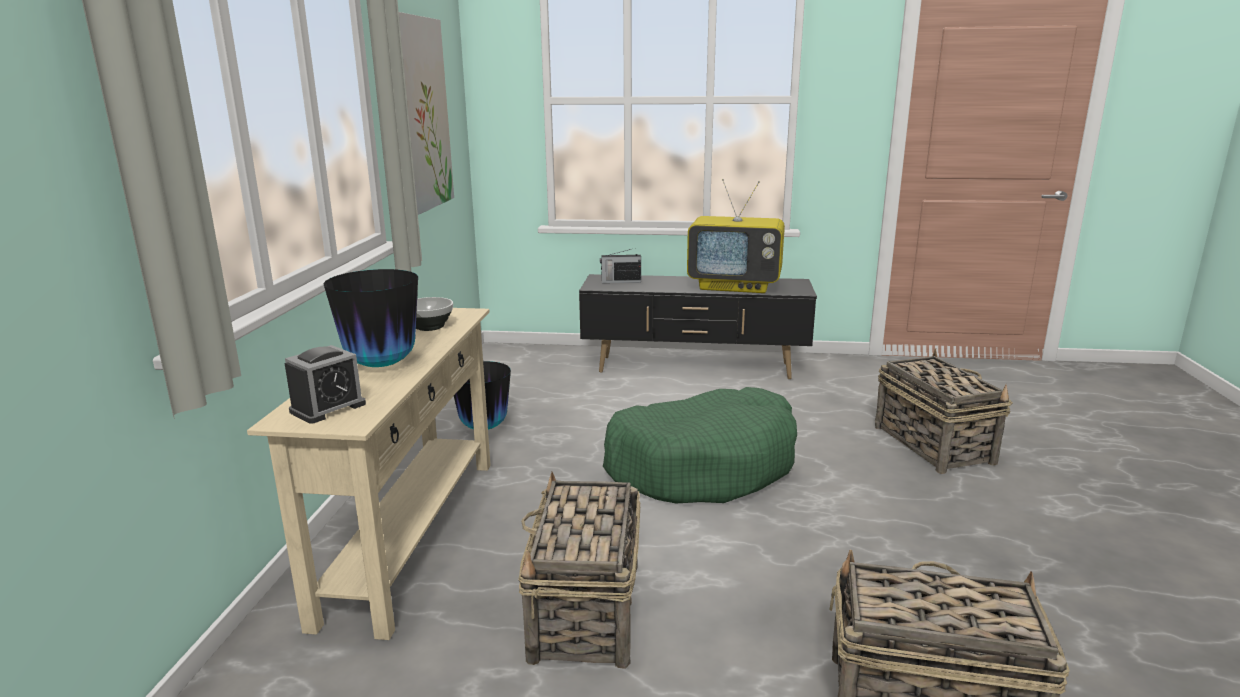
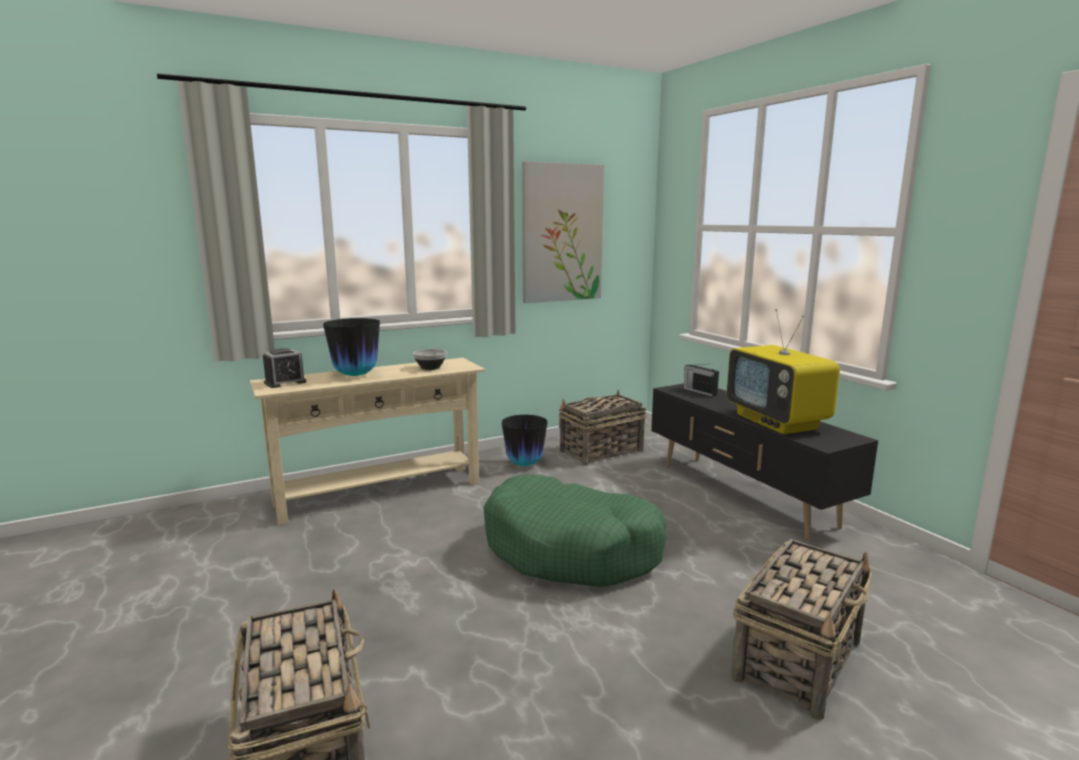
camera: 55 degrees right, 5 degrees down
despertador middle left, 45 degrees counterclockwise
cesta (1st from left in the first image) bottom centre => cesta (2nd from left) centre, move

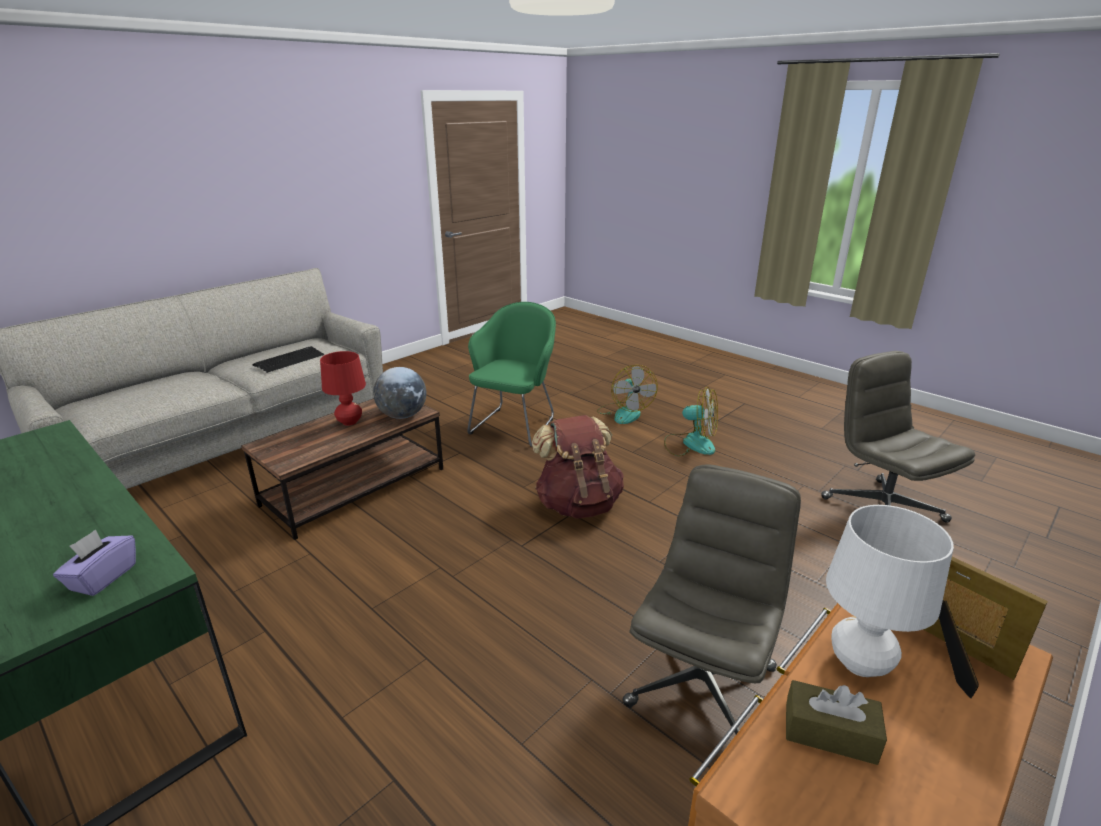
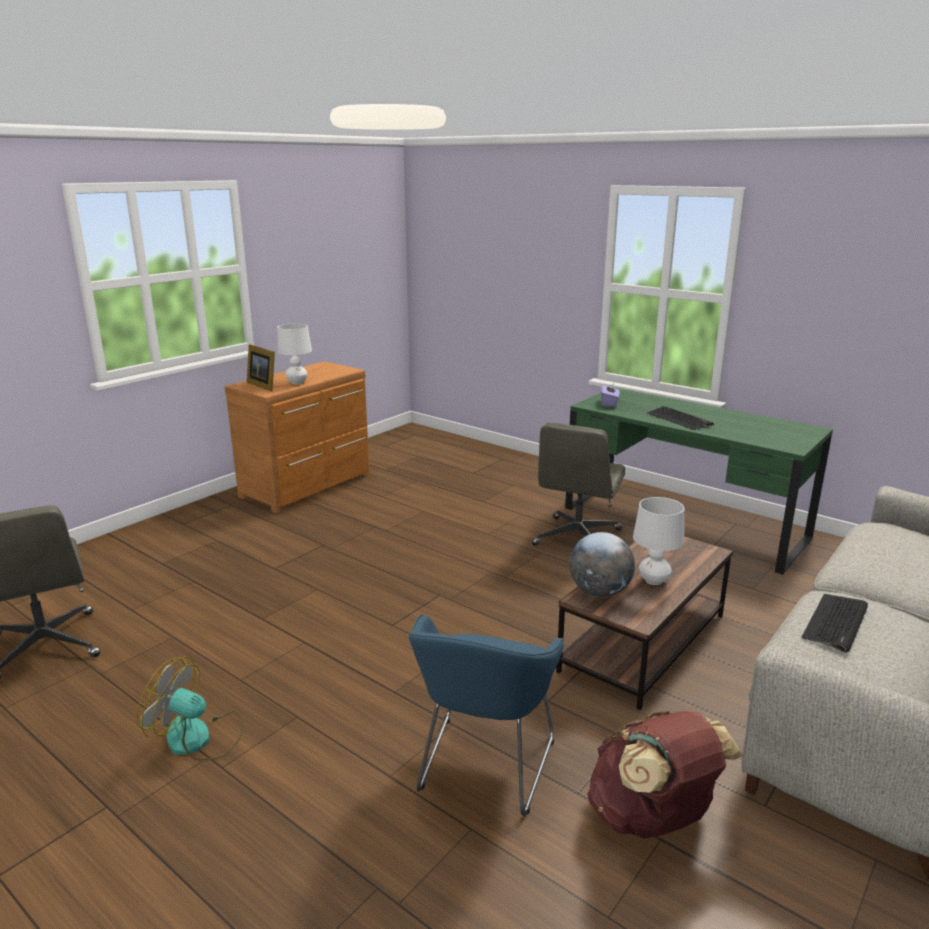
camera: 175 degrees right, 5 degrees down
sillón [verde] centre => sillón [azul] bottom centre
silla de oficina [gris] (1st from left in the first image) bottom centre => silla de oficina [gris] (2nd from left) centre, move
mochila [marrón] centre => mochila [marrón] bottom right, move
lámpara de mesa [rojo] middle left => lámpara de mesa [blanco] (2nd from left) middle right
nothing => teclado (1st from left) middle right
ventilador (1st from left) centre => nothing
caja de pañuelos [marrón] bottom right => nothing

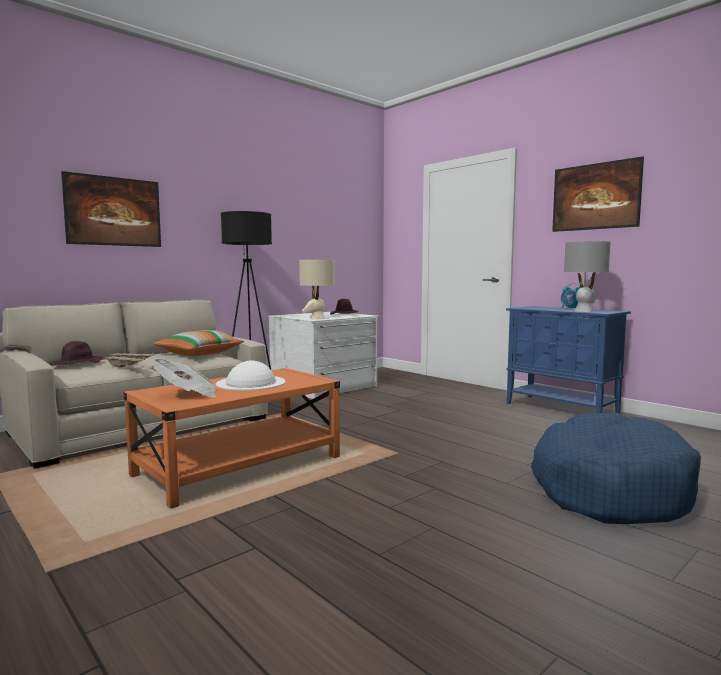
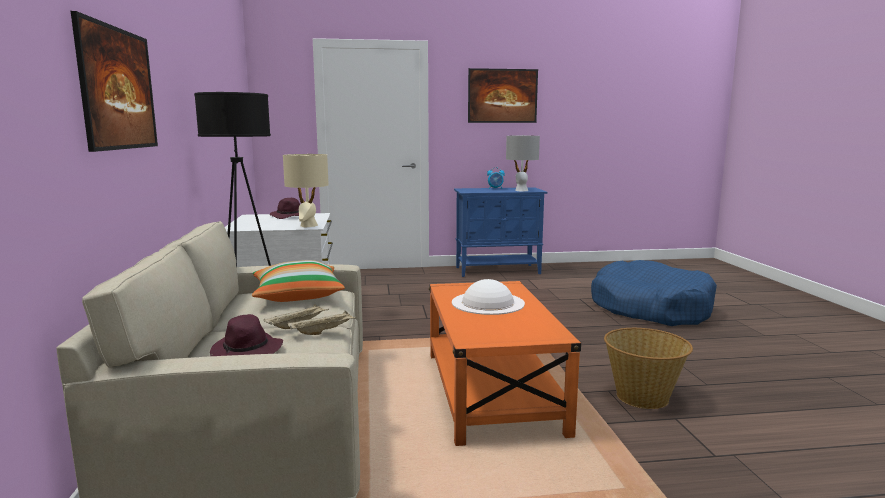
camera: 55 degrees left, 5 degrees up
nothing => cesta bottom right
periódico middle left => nothing

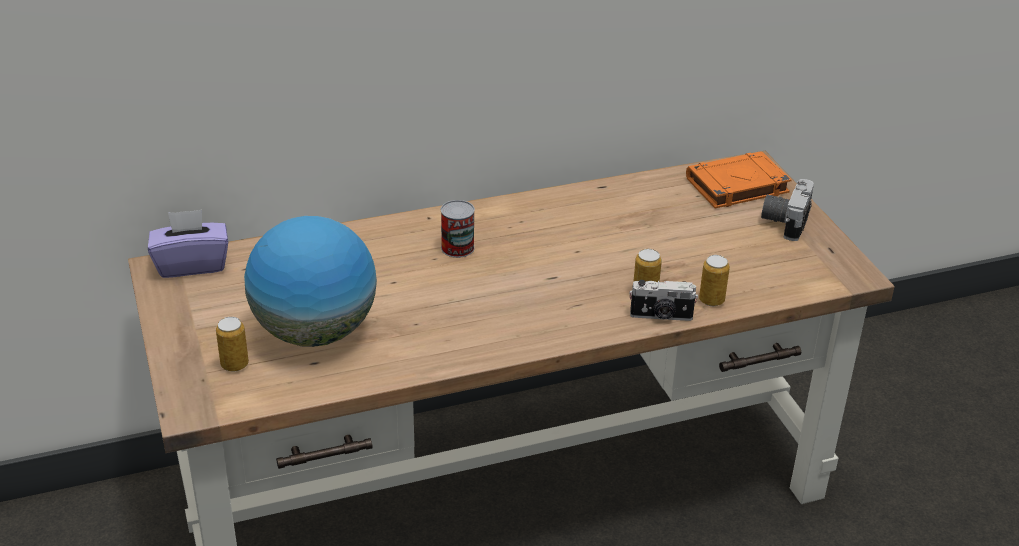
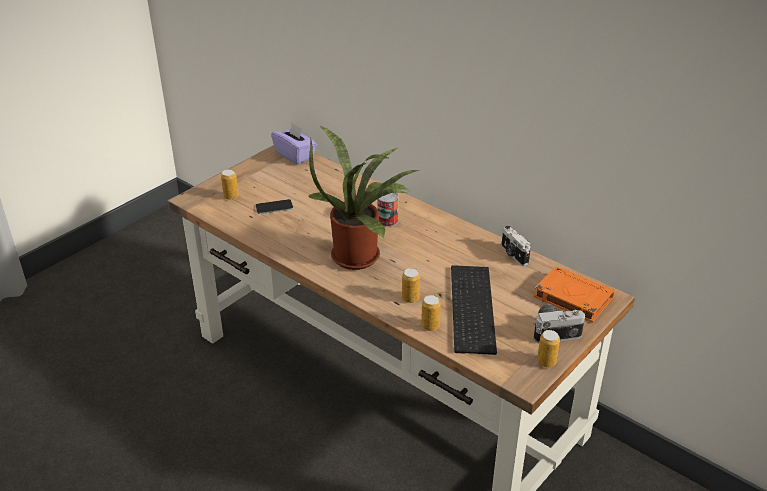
camera: 60 degrees right, 0 degrees up
globo terráqueo middle left => móvil centre
nothing => planta en maceta centre
nothing => teclado centre
cámara (1st from left) centre => cámara (1st from left) middle right, move
nothing => lata (5th from left) bottom right

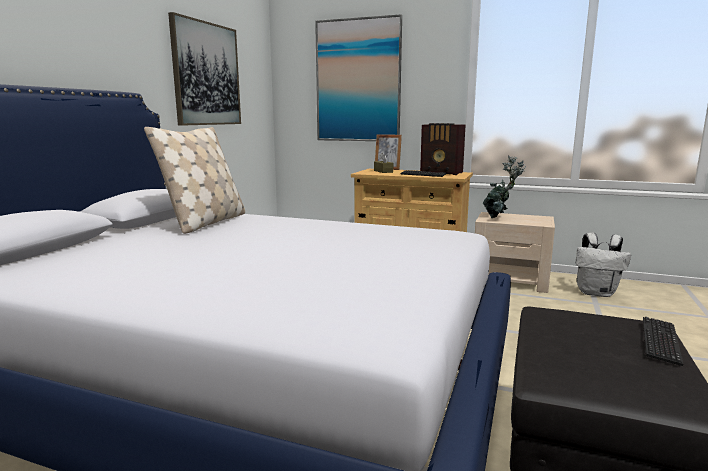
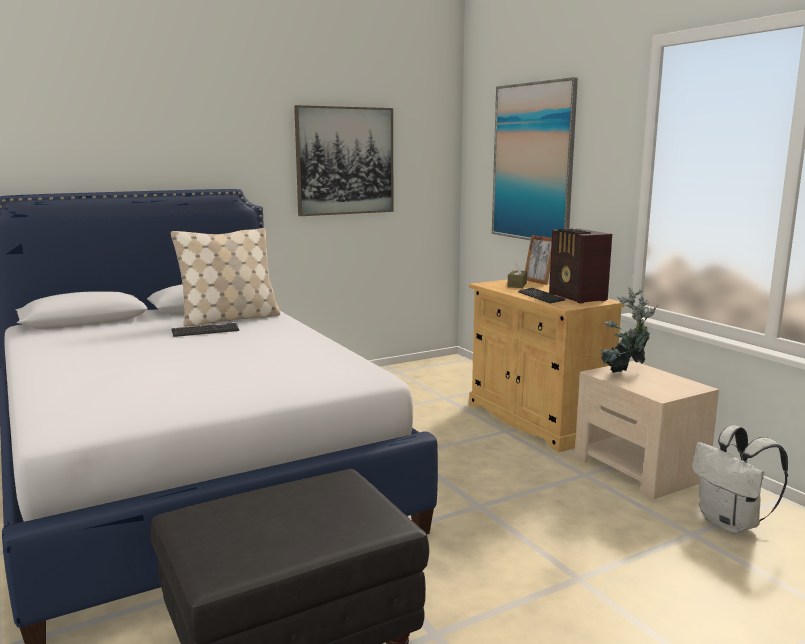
camera: 40 degrees right, 0 degrees up
teclado (2nd from left in the first image) bottom right => teclado (1st from left) middle left, move

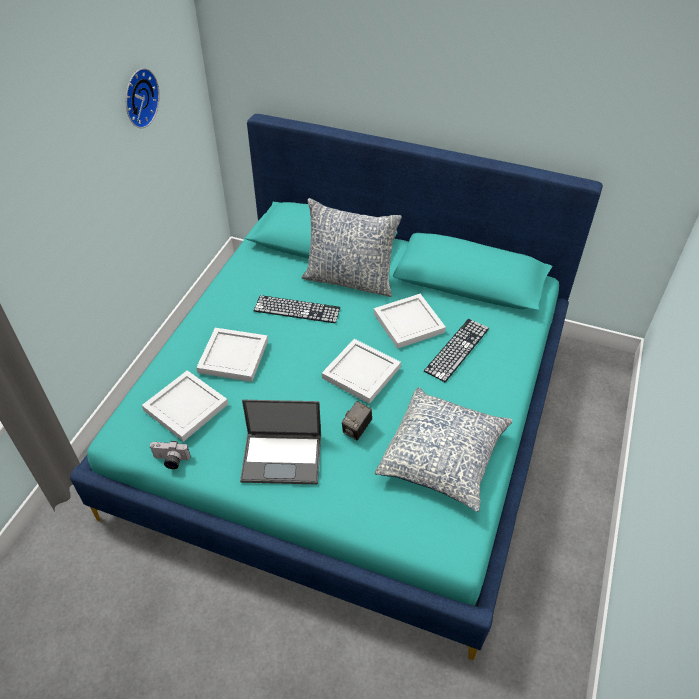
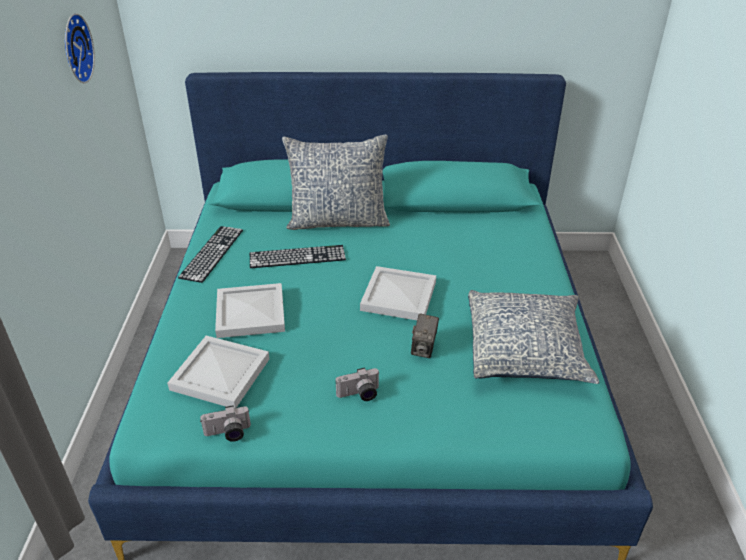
camera: 20 degrees left, 10 degrees down
teclado (2nd from left in the first image) centre => teclado (1st from left) middle left, move
portátil centre => cámara (2nd from left) bottom centre
bandeja [blanco] (4th from left) centre => nothing

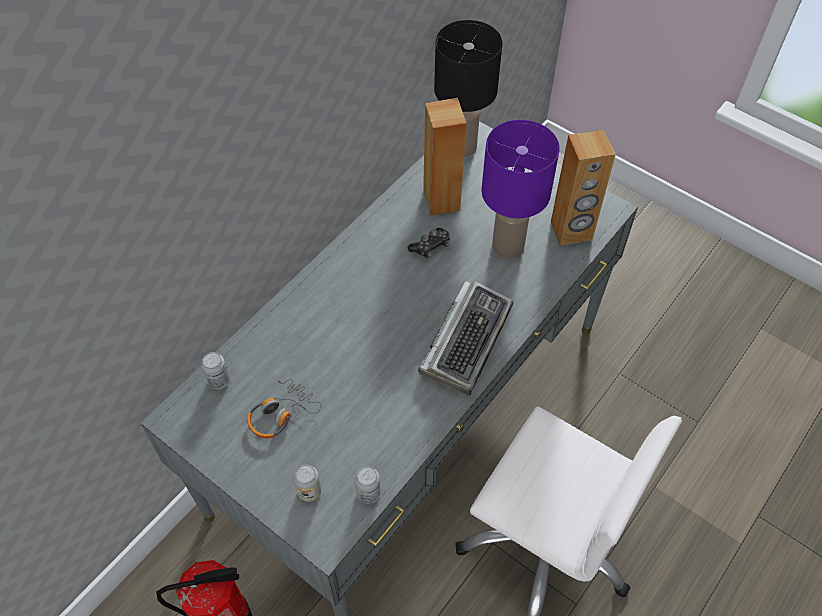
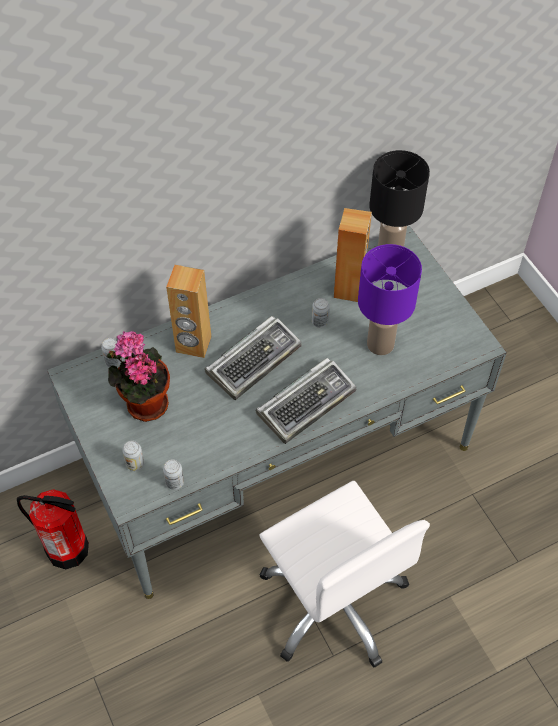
camera: 25 degrees right, 0 degrees up
auriculares centre => planta en maceta middle left
altavoz [marrón] (2nd from left in the first image) top right => altavoz [marrón] (1st from left) centre, move
nothing => teclado (1st from left) centre
mando de consola centre => lata (4th from left) centre

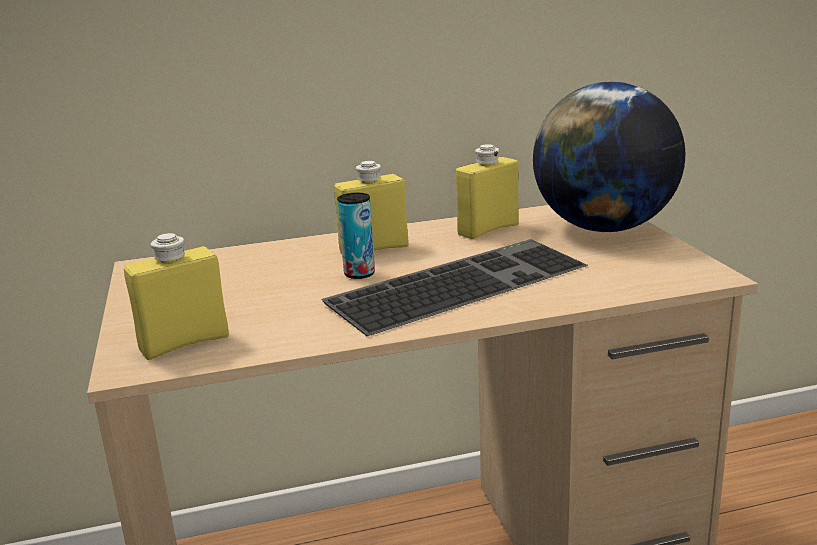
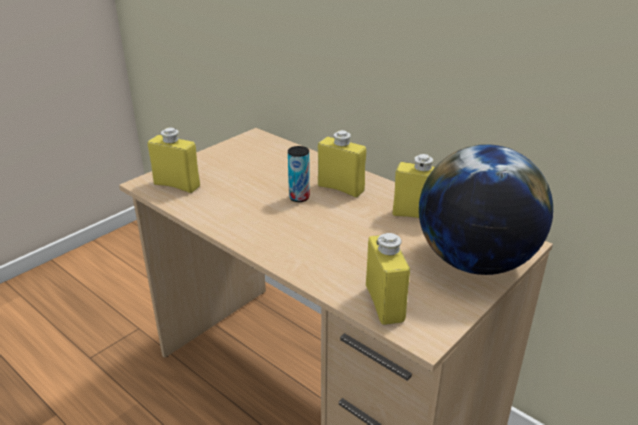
camera: 55 degrees right, 10 degrees up
nothing => botella [amarillo] (3rd from left) centre
teclado centre => nothing

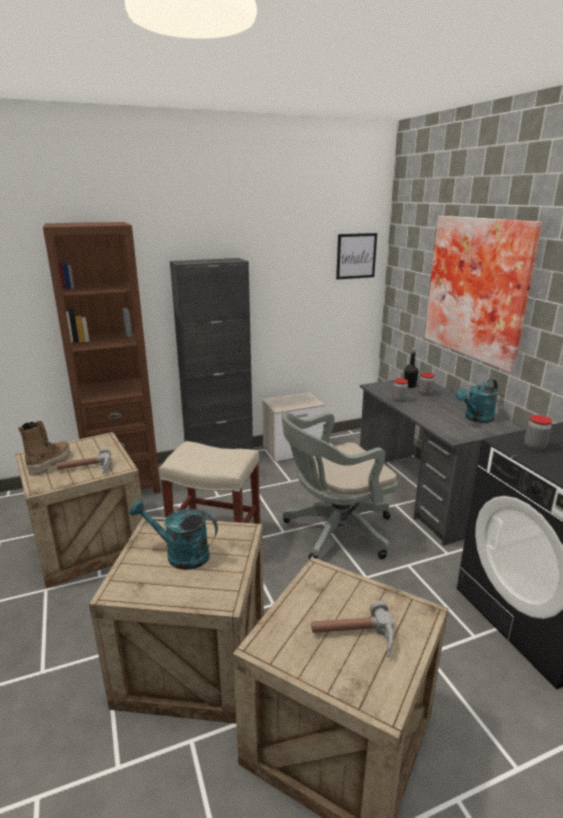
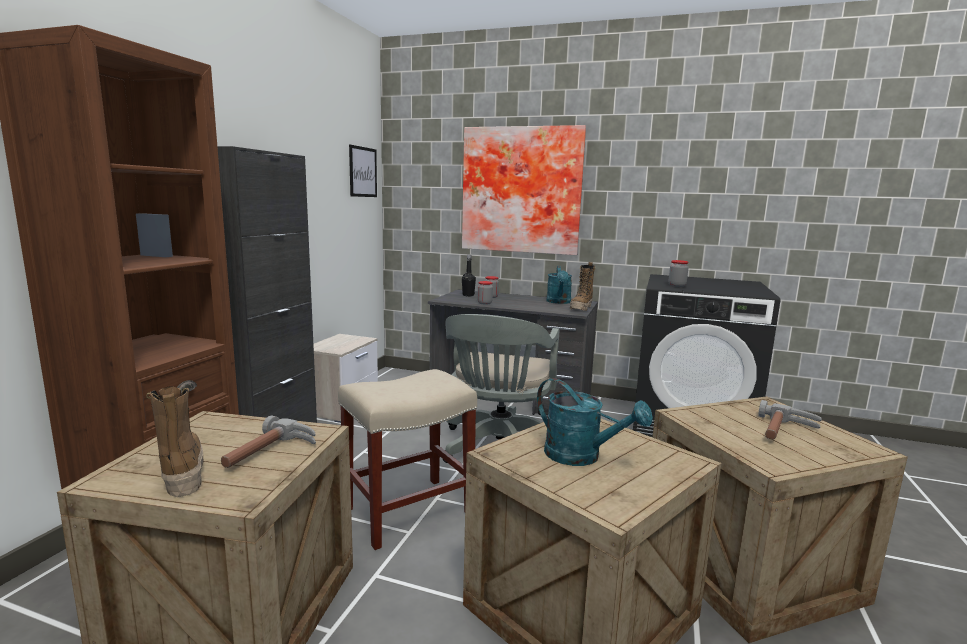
camera: 50 degrees left, 10 degrees down
regadera [turquesa] (1st from left in the first image) middle left => regadera [turquesa] (2nd from left) centre, 105 degrees counterclockwise
nothing => bota (2nd from left) centre

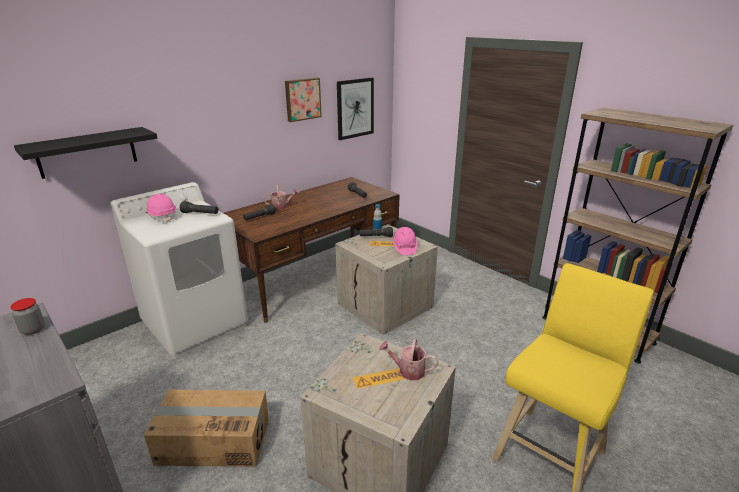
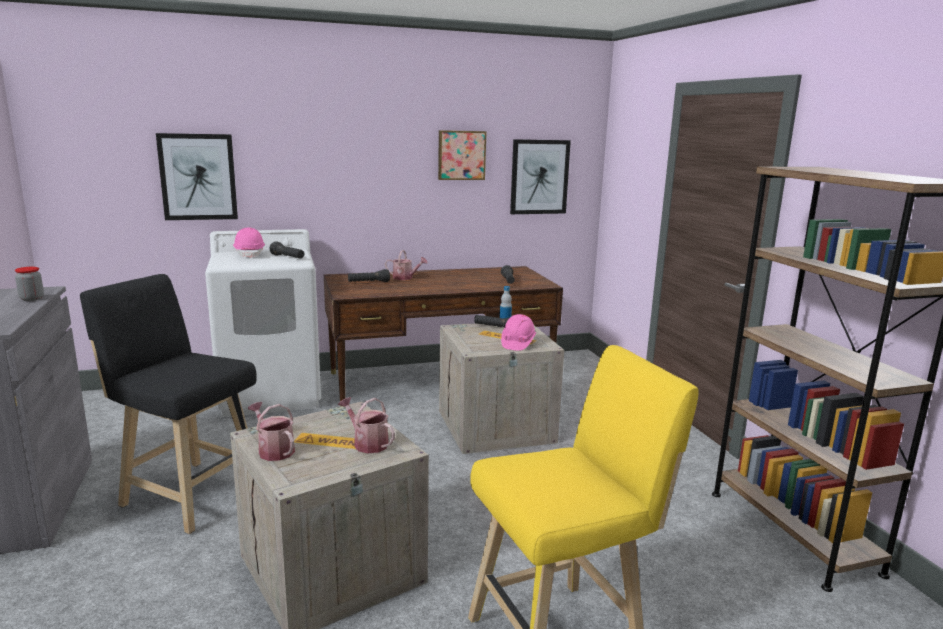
camera: 25 degrees right, 10 degrees down
caja de cartón bottom left => taburete [negro] middle left
estante [negro] top left => cuadro (1st from left) top left
nothing => regadera (1st from left) bottom left

